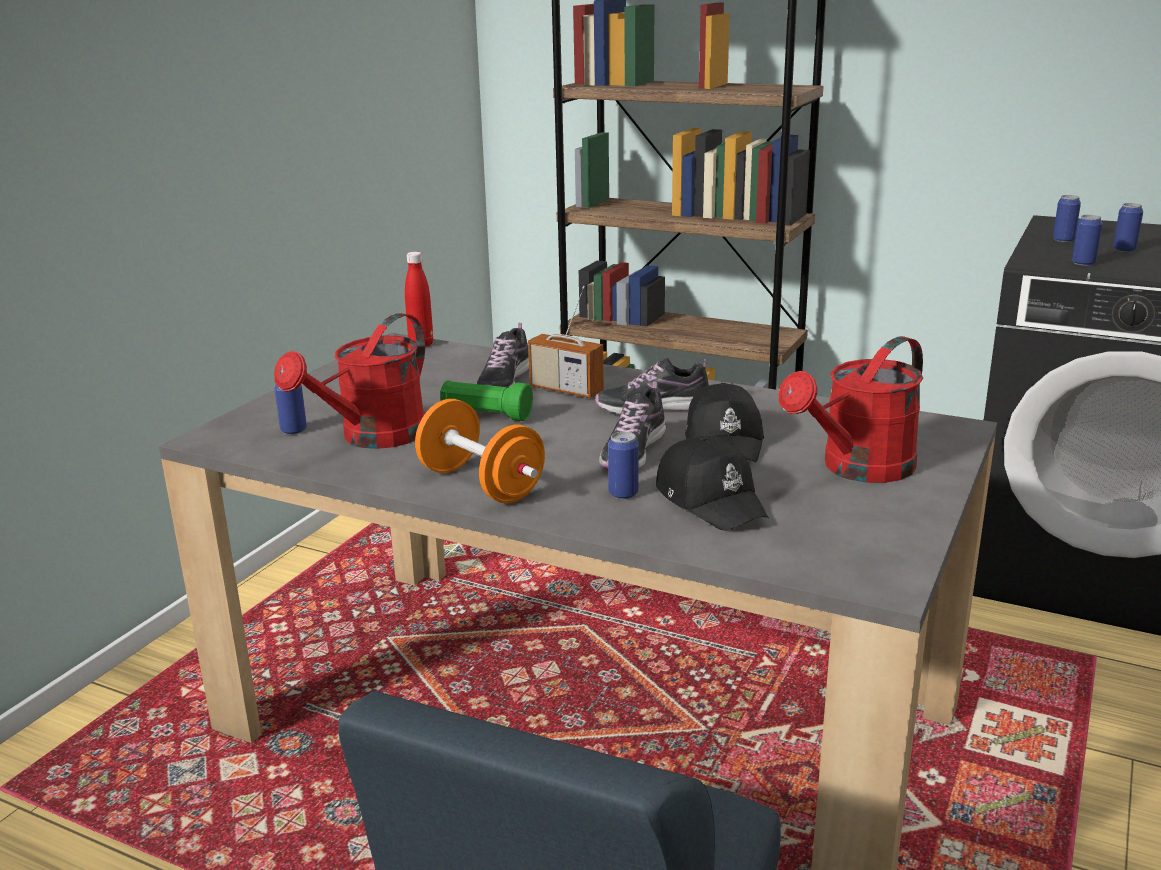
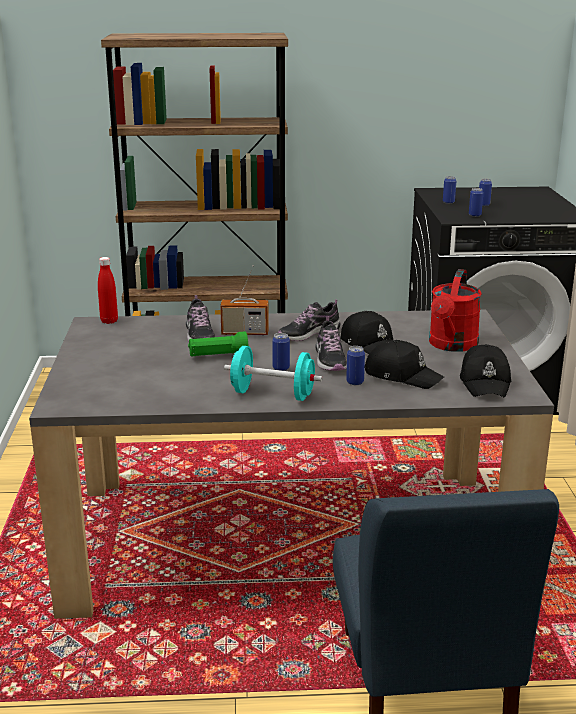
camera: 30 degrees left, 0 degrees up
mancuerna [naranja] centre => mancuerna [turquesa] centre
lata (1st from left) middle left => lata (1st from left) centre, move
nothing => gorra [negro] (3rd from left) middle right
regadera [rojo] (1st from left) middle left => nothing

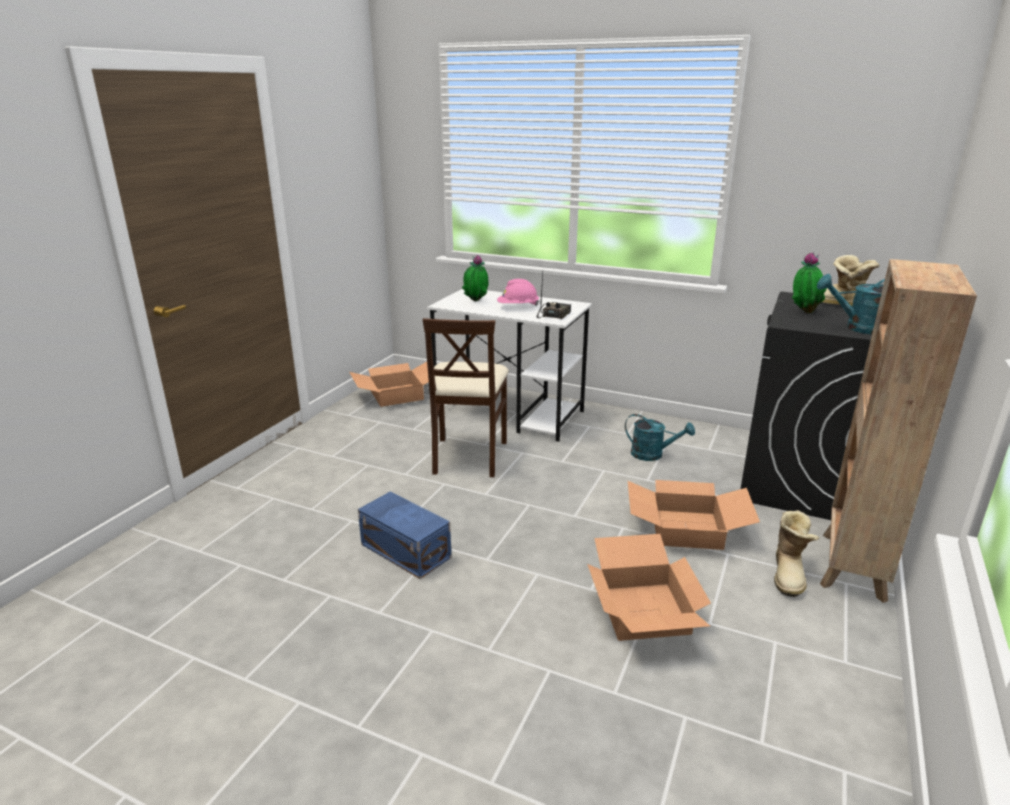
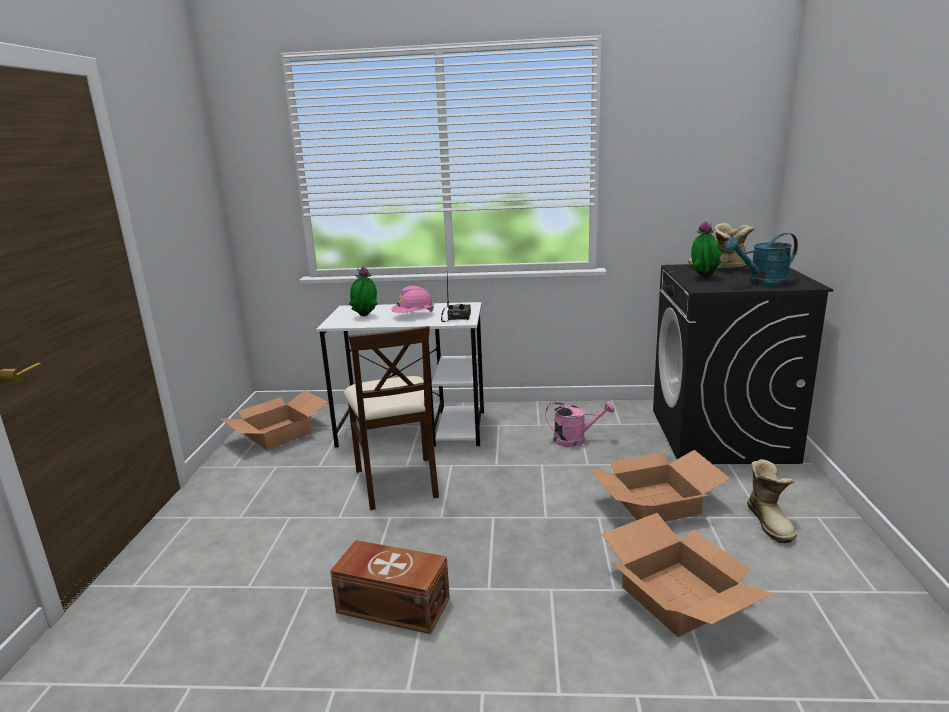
camera: 20 degrees left, 5 degrees down
caja de almacenaje [azul] centre => caja de almacenaje [marrón] bottom centre
regadera [turquesa] (1st from left) centre => regadera [rosa] centre
estantería [marrón] middle right => nothing

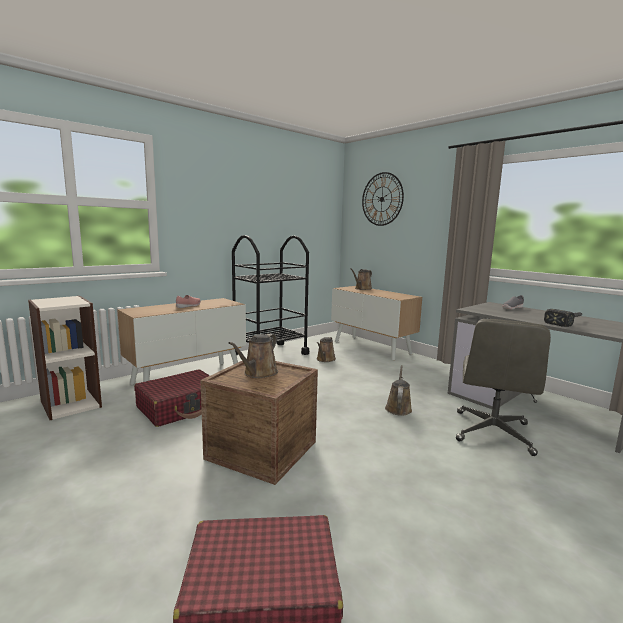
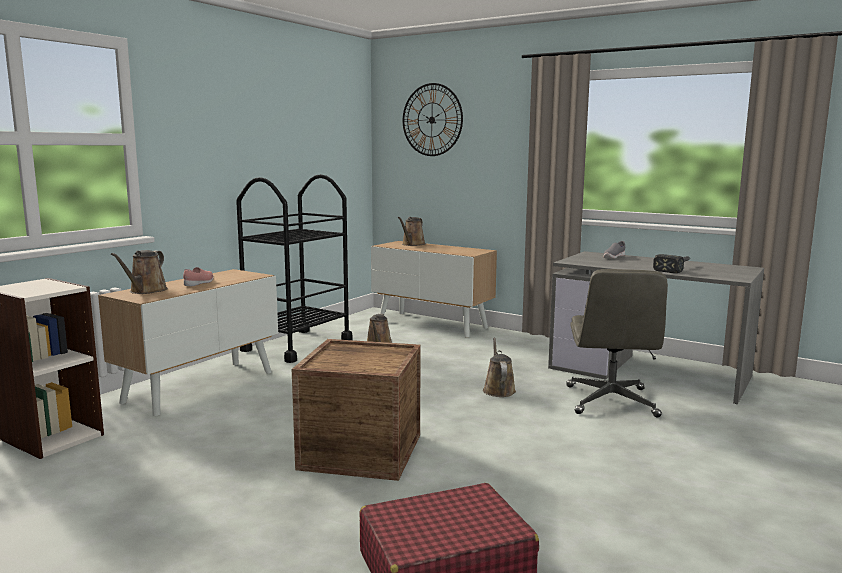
camera: 15 degrees left, 0 degrees up
regadera [marrón] (1st from left) centre => regadera [marrón] (1st from left) middle left, move
maleta [rojo] (1st from left) middle left => nothing

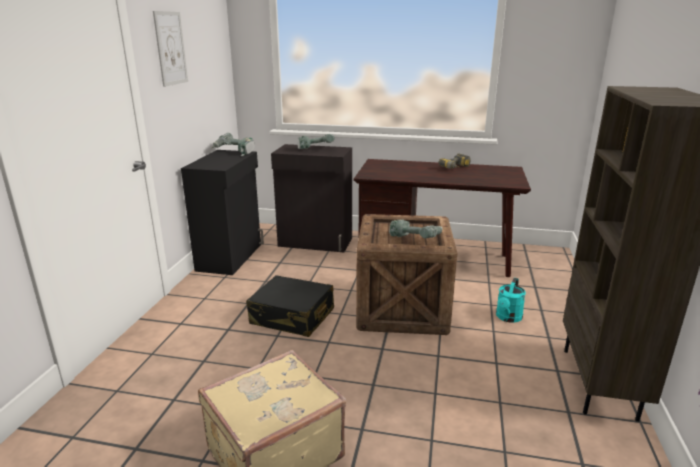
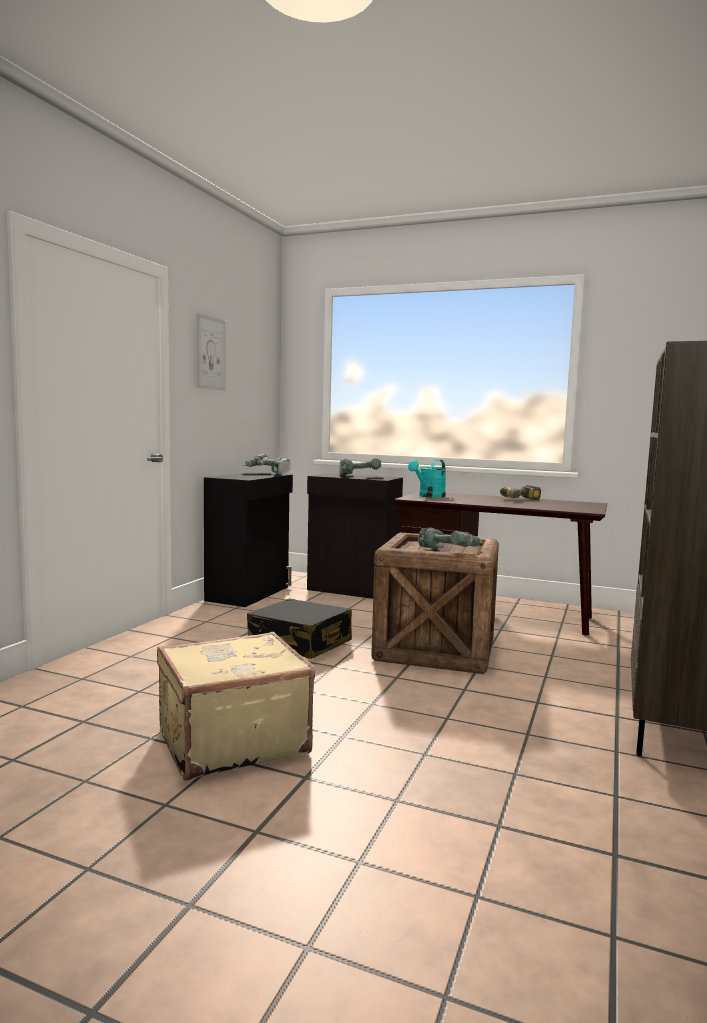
camera: 10 degrees right, 15 degrees down
regadera [turquesa] middle right => regadera [turquesa] centre, move

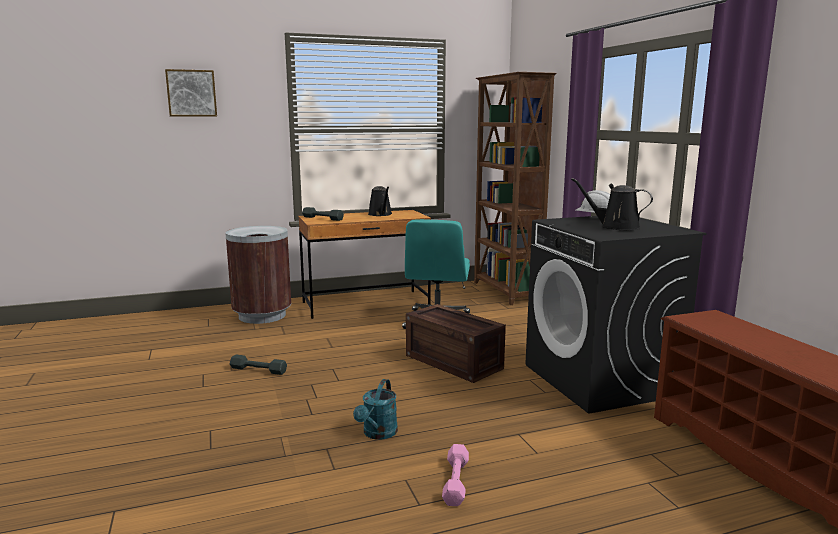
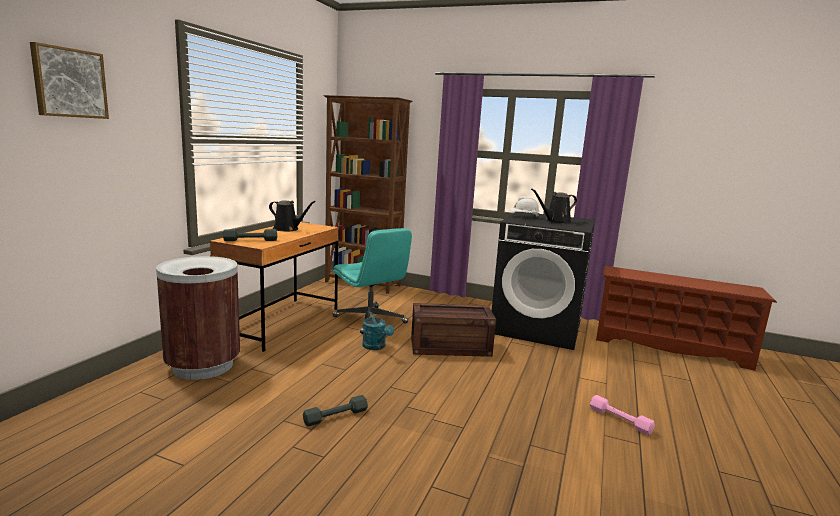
camera: 50 degrees left, 0 degrees up
regadera [turquesa] bottom centre => regadera [turquesa] centre, move

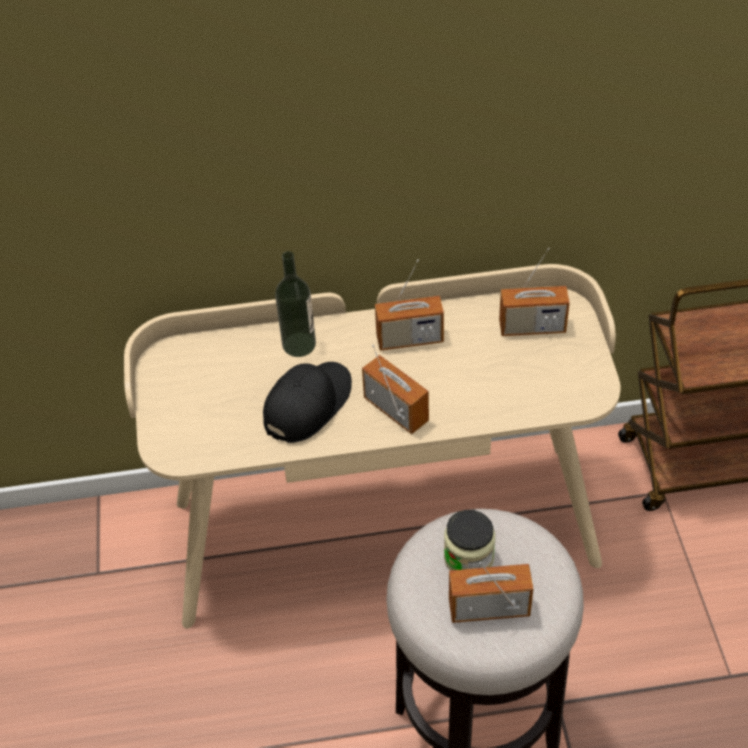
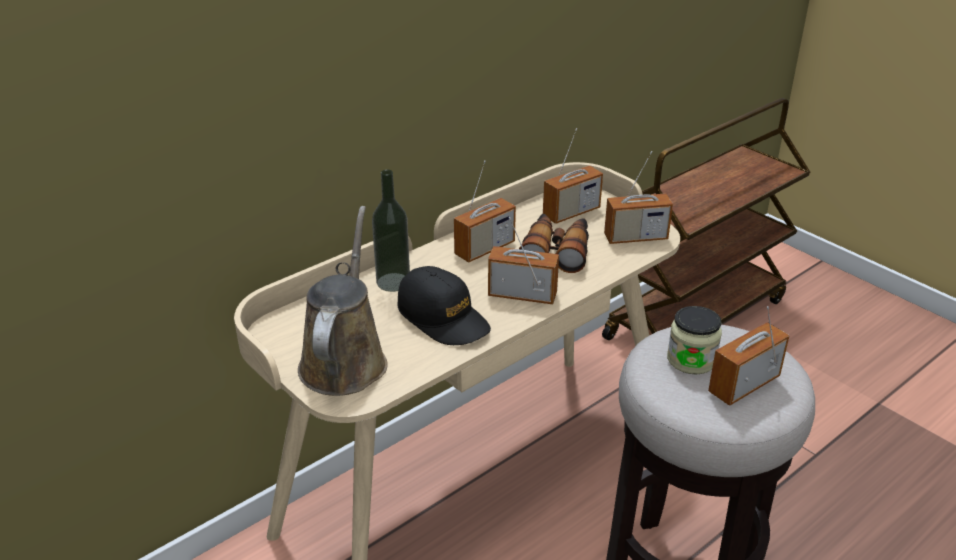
camera: 35 degrees left, 15 degrees down
nothing => regadera [marrón] centre
gorra [negro] centre, 135 degrees clockwise
nothing => prismáticos centre
nothing => radio (4th from left) middle right

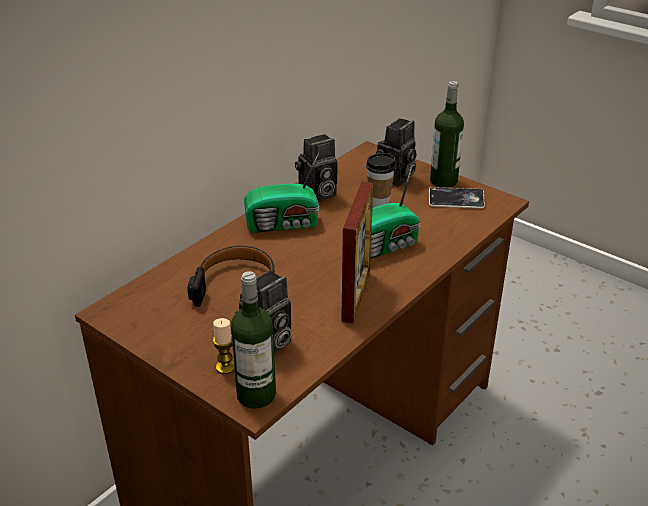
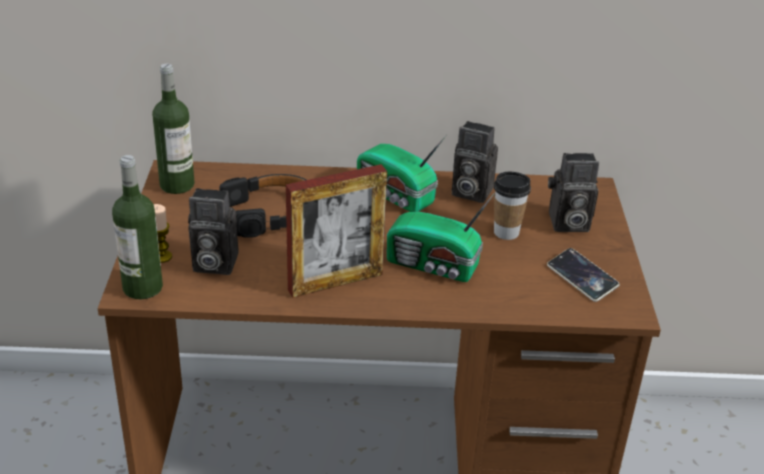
camera: 50 degrees right, 0 degrees up
botella (2nd from left) top right => botella (2nd from left) top left, move

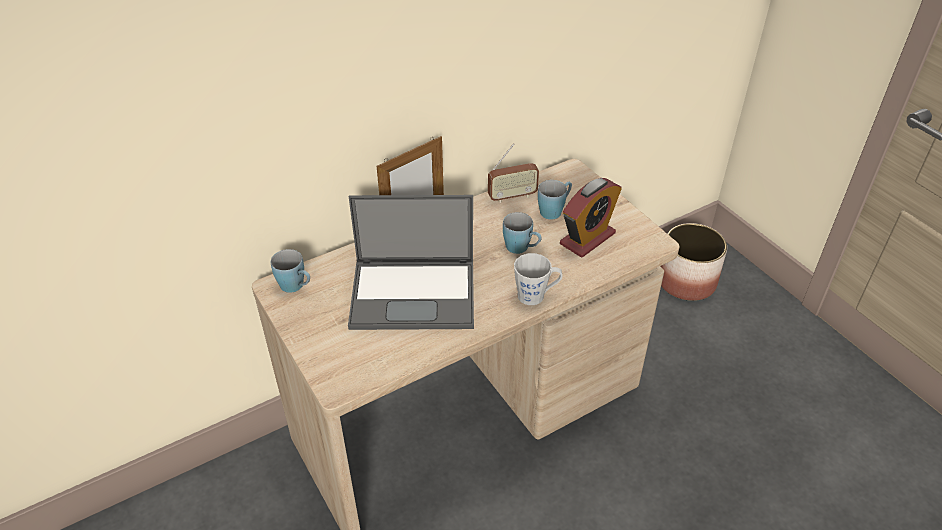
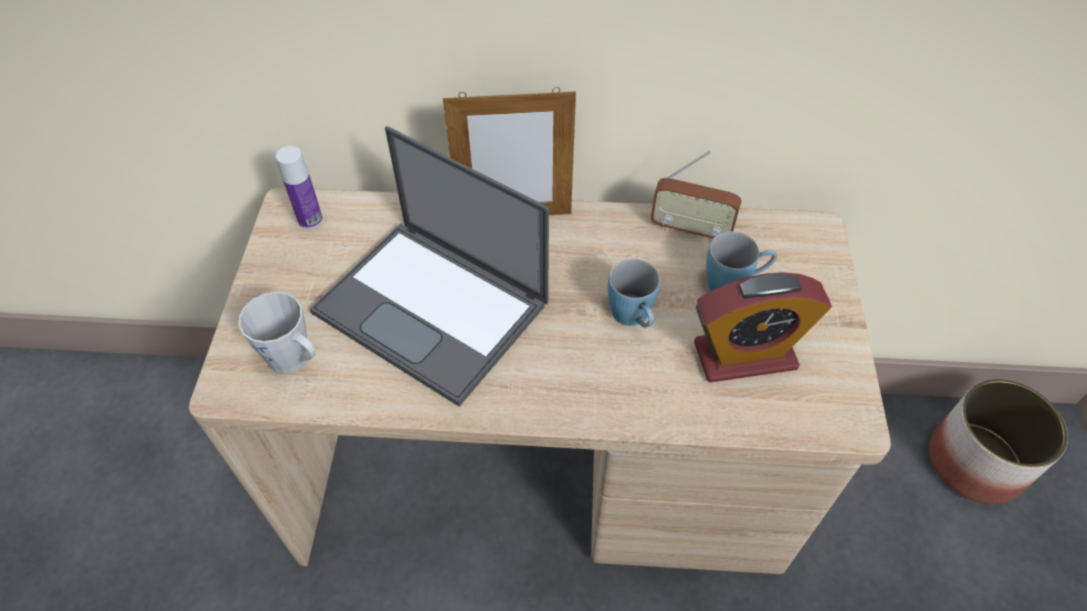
camera: 35 degrees right, 10 degrees up
taza grande [gris] centre => taza grande [gris] middle left, move
taza grande [azul] (1st from left) middle left => botella top left

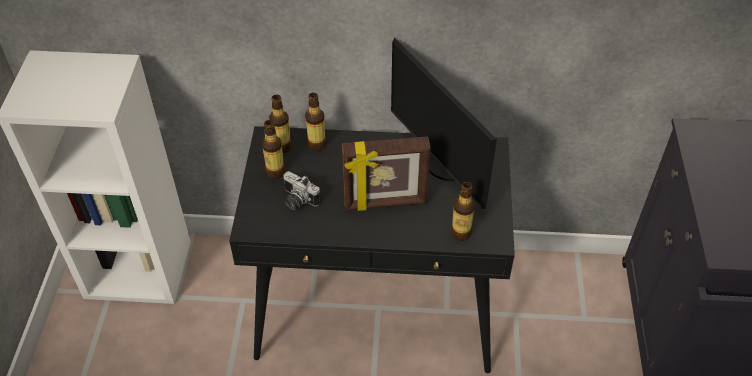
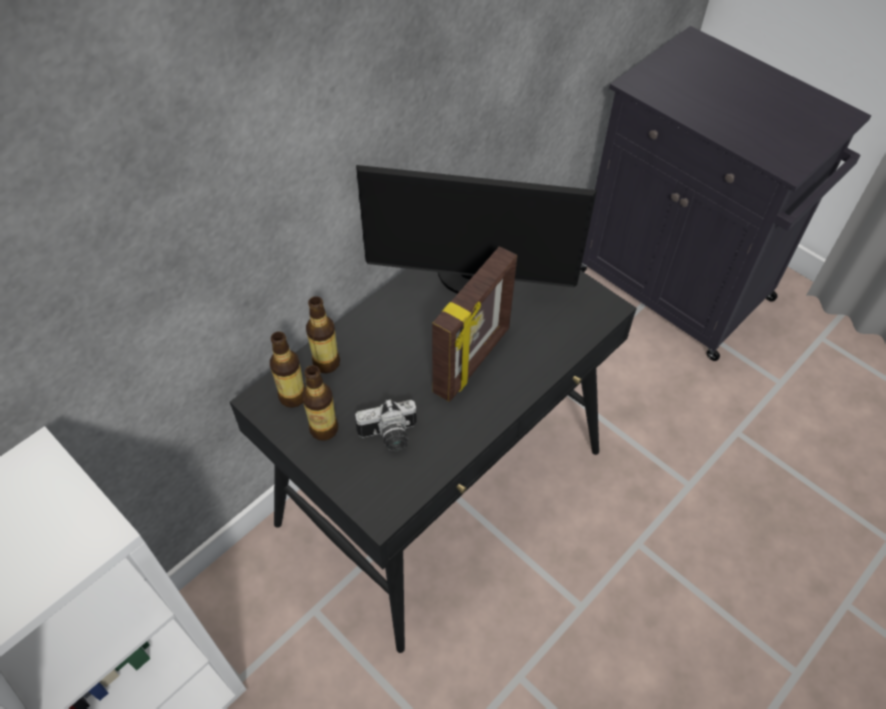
camera: 50 degrees left, 5 degrees up
botella (4th from left) centre => nothing

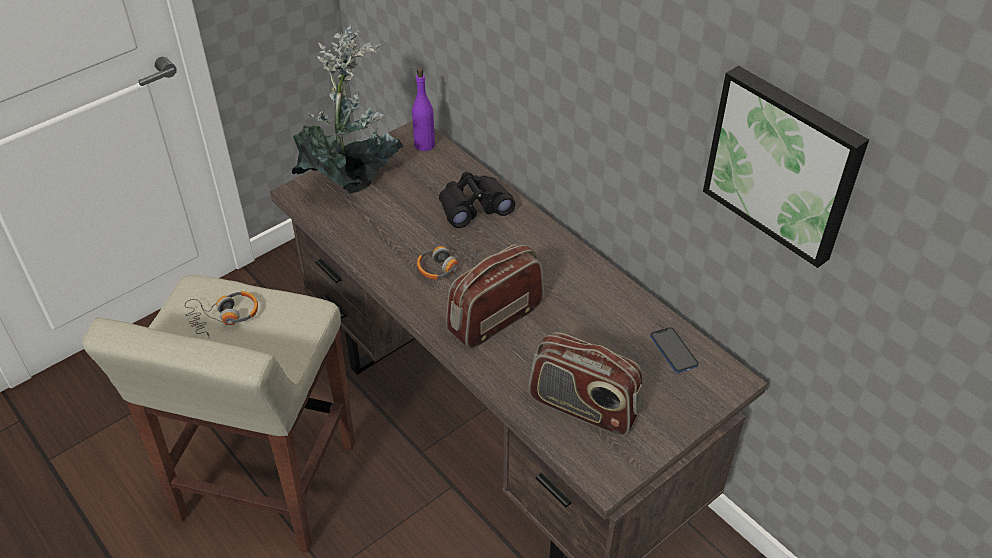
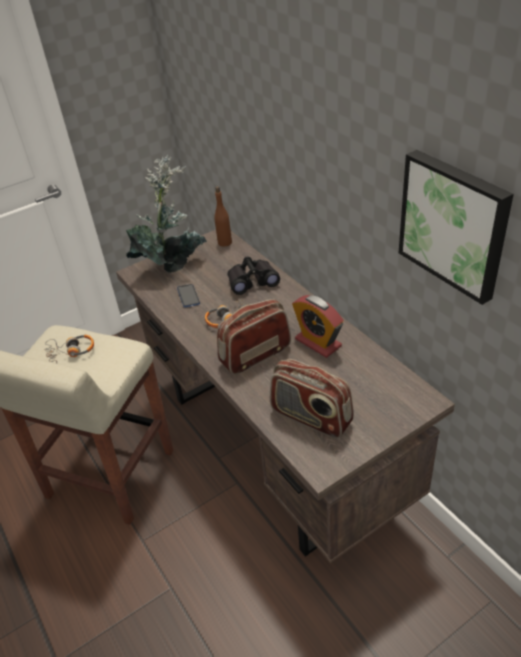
camera: 10 degrees right, 5 degrees down
móvil middle right => móvil centre, move
botella [morado] top centre => botella [marrón] top centre
nothing => despertador centre

